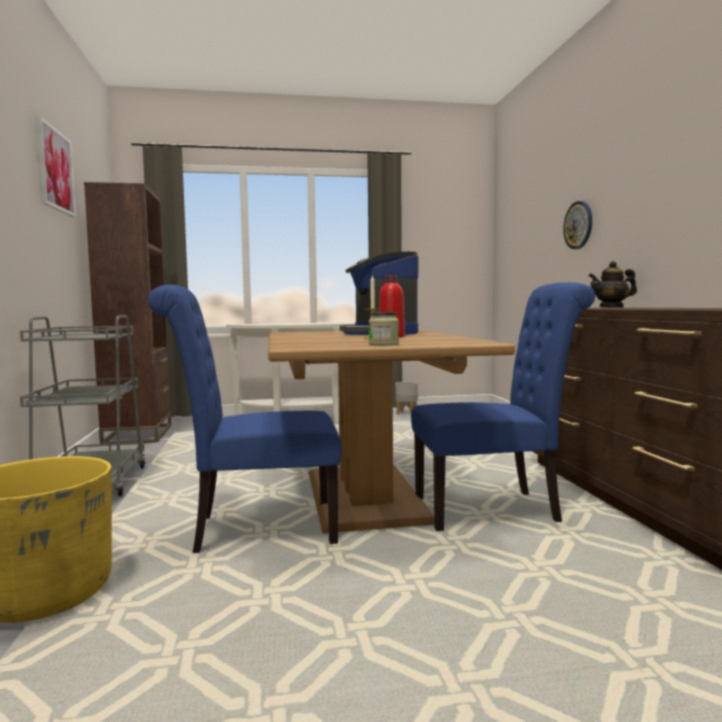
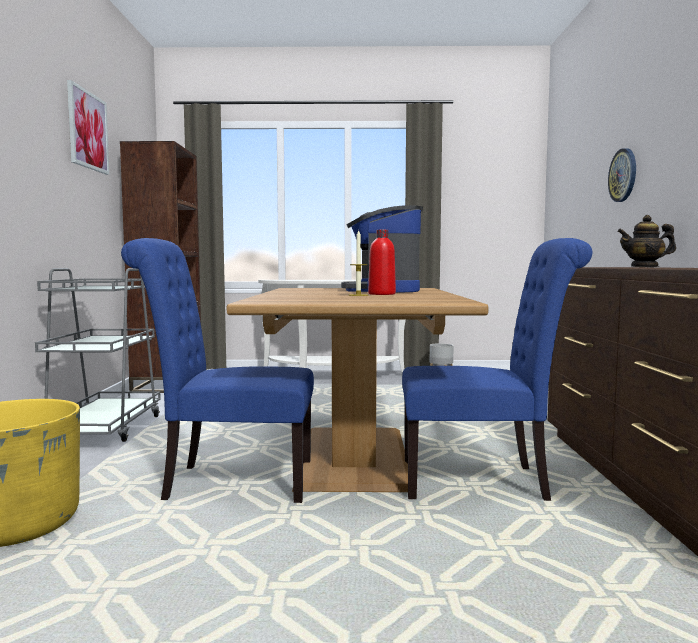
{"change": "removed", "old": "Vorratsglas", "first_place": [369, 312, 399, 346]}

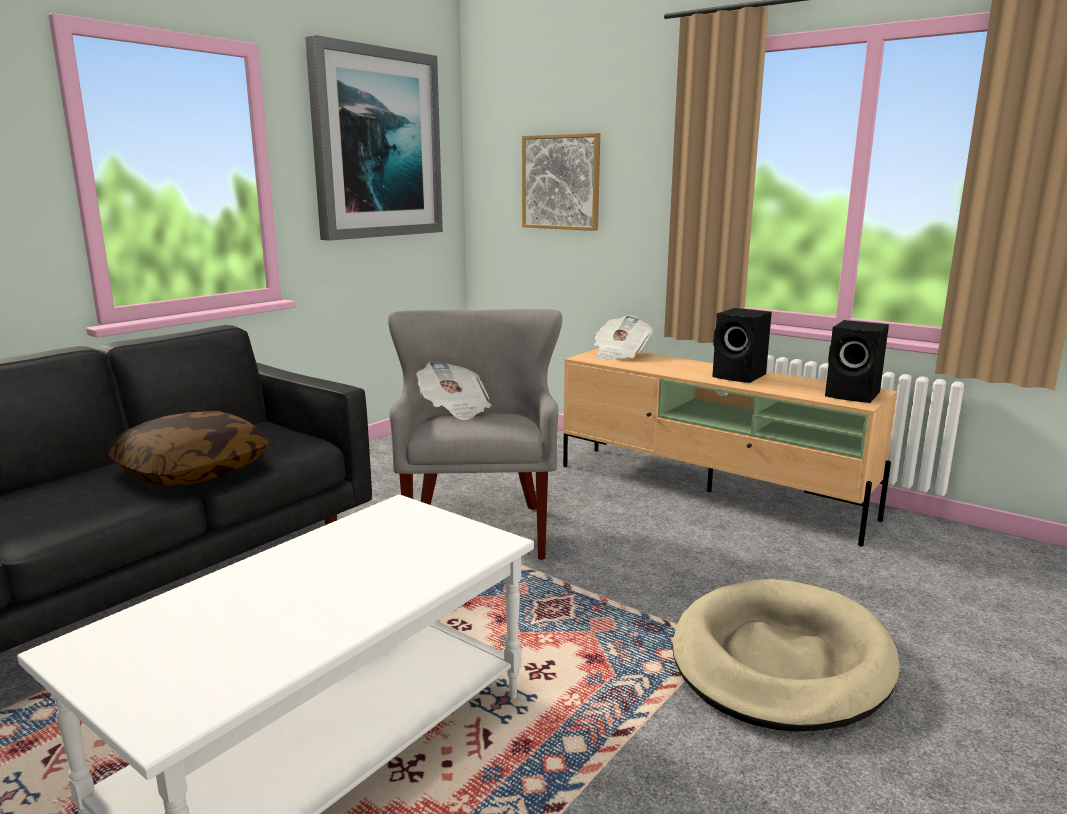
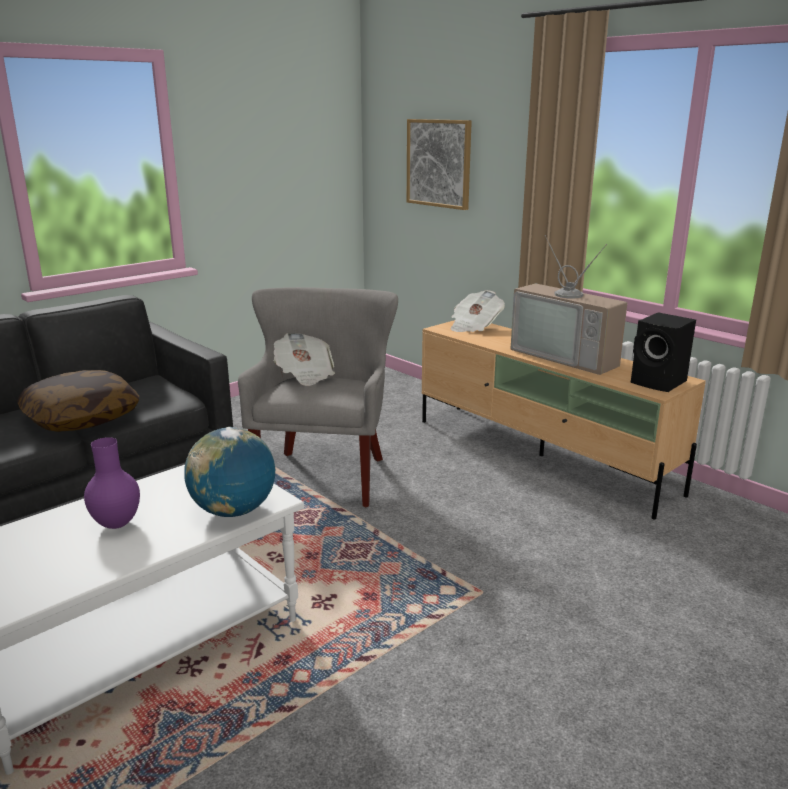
{"change": "removed", "old": "Bild", "first_place": [305, 35, 443, 241]}
{"change": "replaced", "old": "Lautsprecher/schwarz", "new": "Fernseher", "first_place": [712, 308, 772, 383], "second_place": [511, 235, 627, 375]}
{"change": "removed", "old": "Hundebett/beige", "first_place": [673, 579, 899, 732]}
{"change": "added", "new": "Globus", "second_place": [184, 427, 275, 517]}
{"change": "added", "new": "Vase/lila", "second_place": [84, 437, 140, 529]}

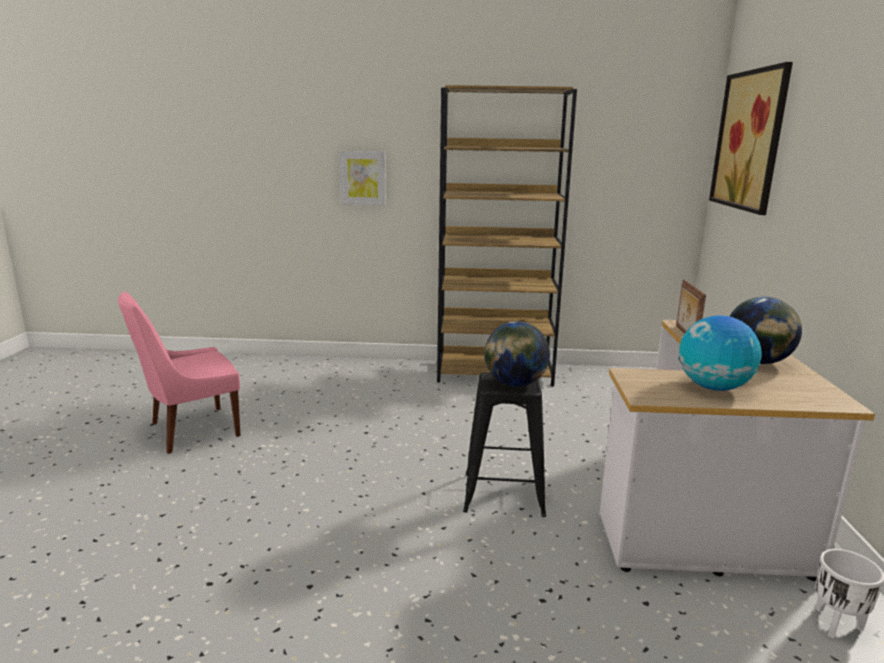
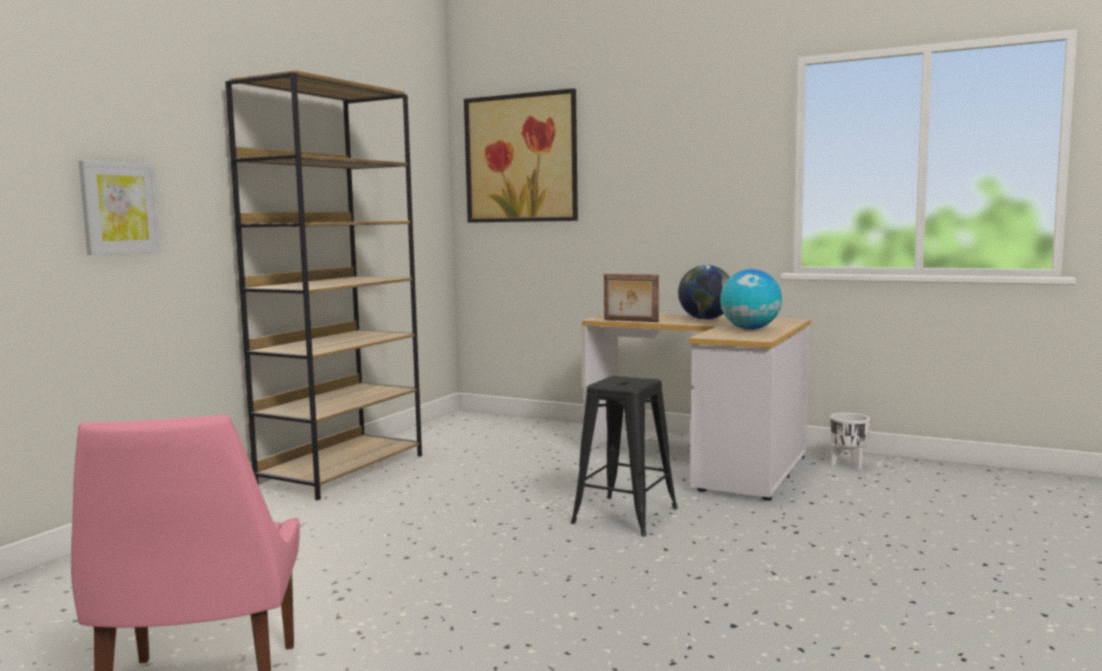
{"change": "removed", "old": "Globus", "first_place": [484, 322, 550, 386]}

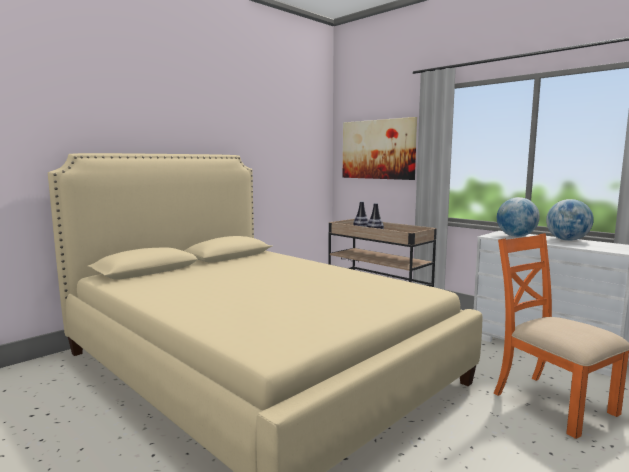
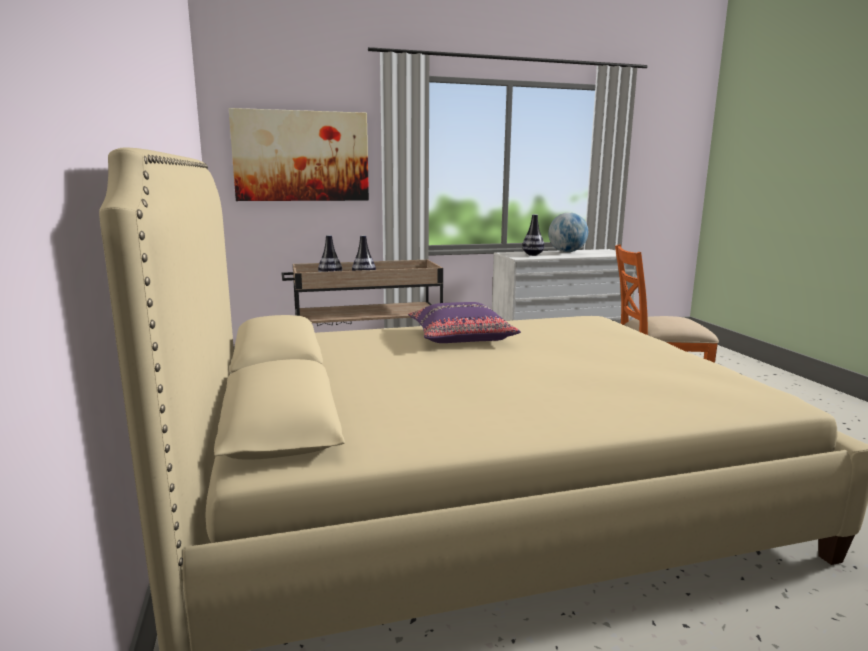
{"change": "replaced", "old": "Globus", "new": "Vase", "first_place": [497, 197, 540, 237], "second_place": [522, 214, 544, 256]}
{"change": "added", "new": "Kissen/lila", "second_place": [408, 302, 521, 343]}

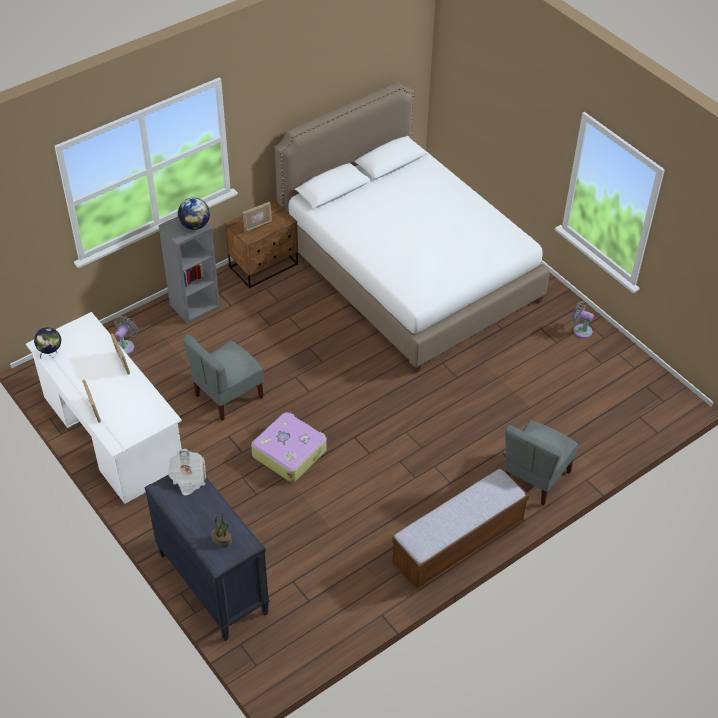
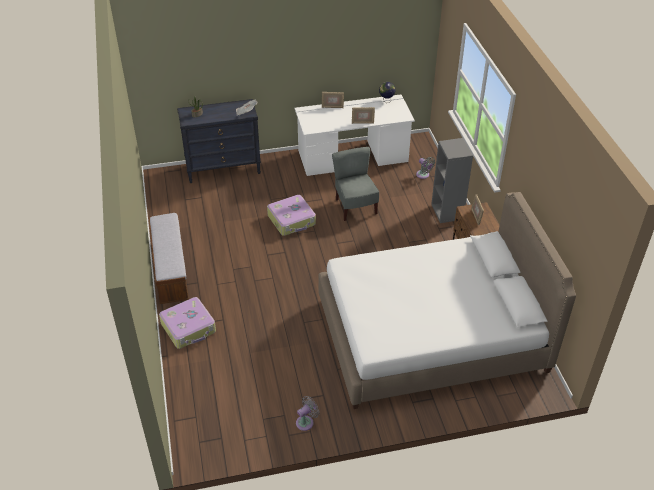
{"change": "removed", "old": "Globus", "first_place": [178, 198, 210, 230]}
{"change": "replaced", "old": "Stuhl/grau", "new": "Koffer", "first_place": [504, 420, 578, 506], "second_place": [159, 297, 216, 349]}

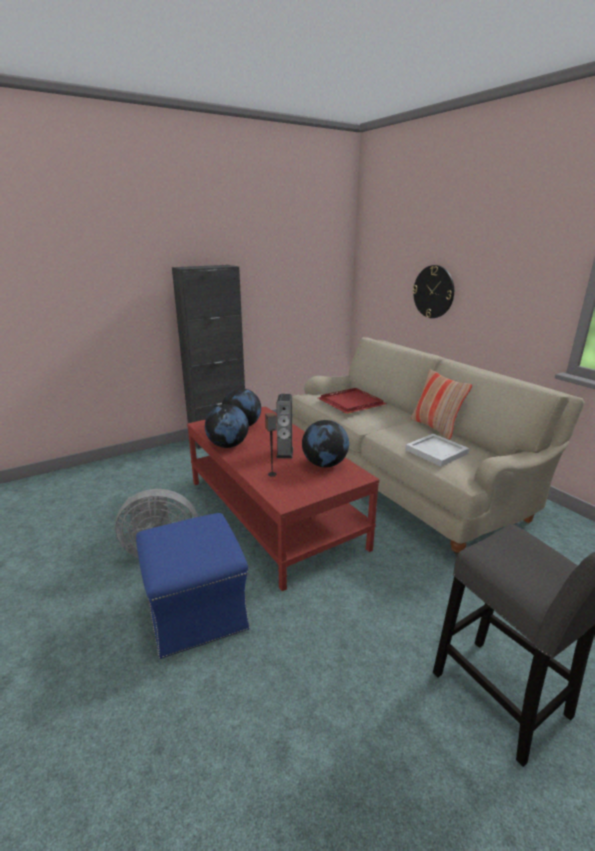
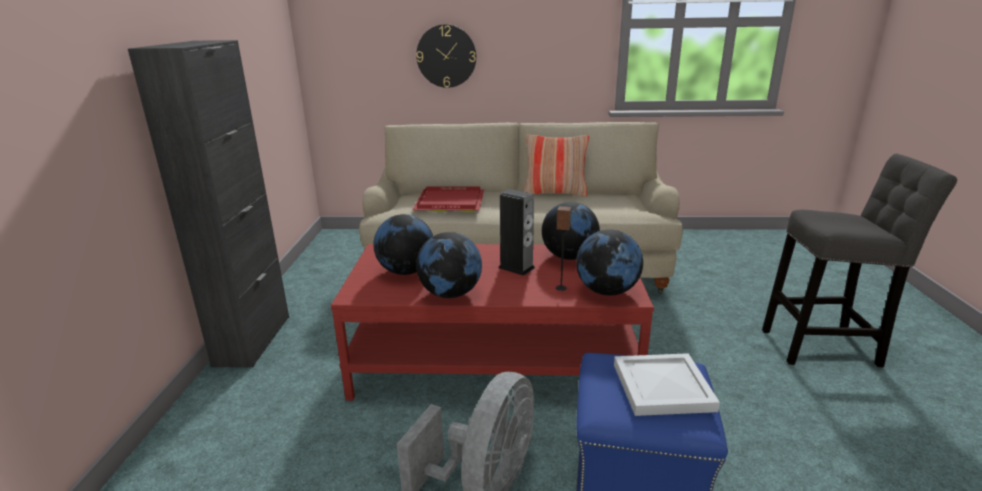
{"change": "moved", "old": "Tablett/weiß", "first_place": [405, 434, 469, 467], "second_place": [614, 353, 720, 416]}
{"change": "added", "new": "Globus", "second_place": [576, 230, 643, 296]}

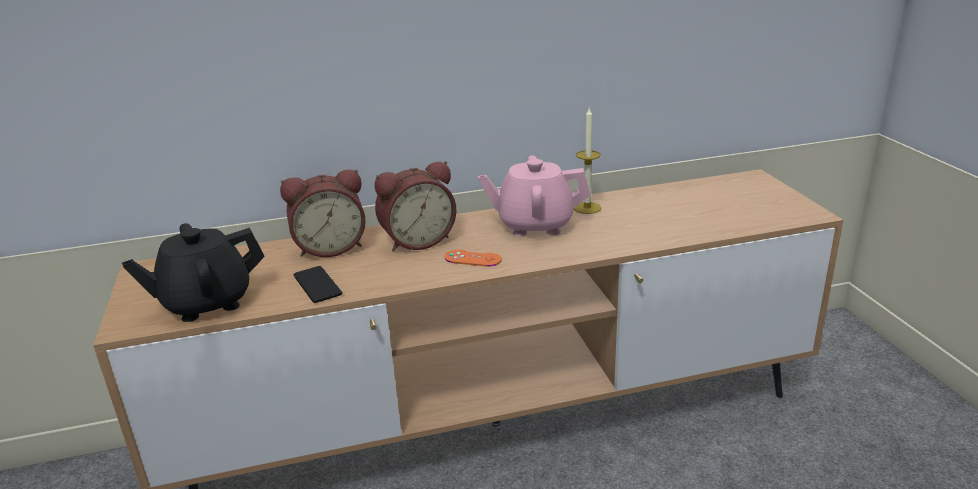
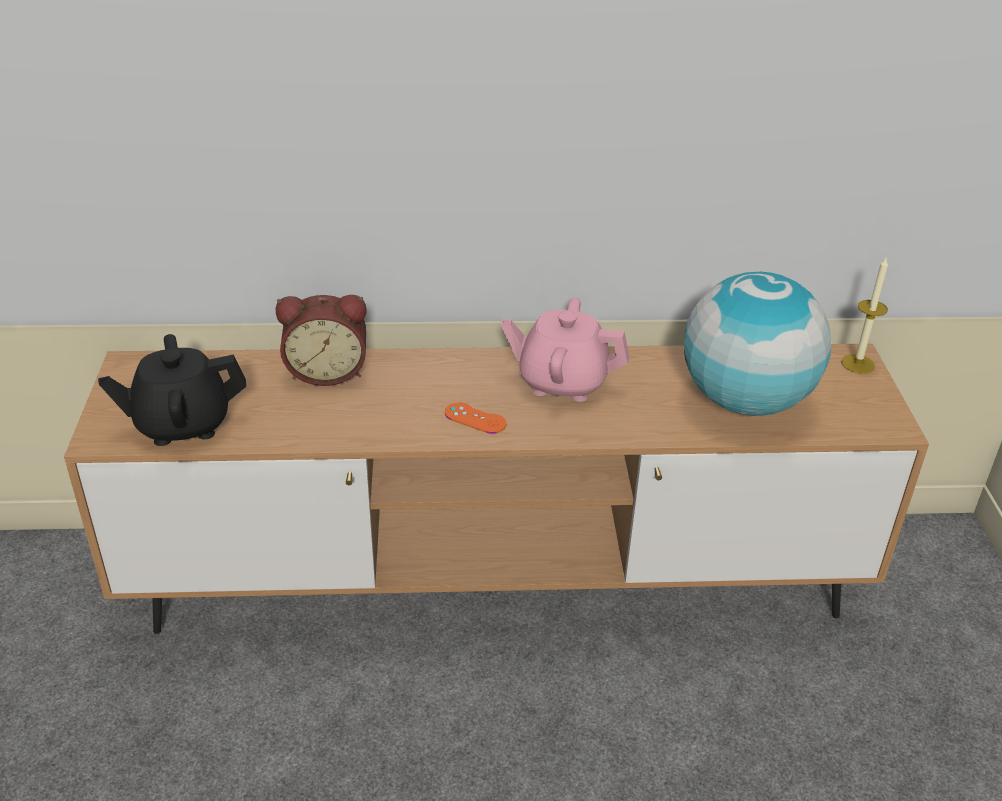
{"change": "moved", "old": "Kerze", "first_place": [574, 108, 601, 214], "second_place": [841, 256, 888, 374]}
{"change": "removed", "old": "Wecker", "first_place": [375, 161, 456, 251]}
{"change": "removed", "old": "Handy", "first_place": [294, 266, 342, 303]}
{"change": "added", "new": "Globus", "second_place": [684, 272, 831, 416]}

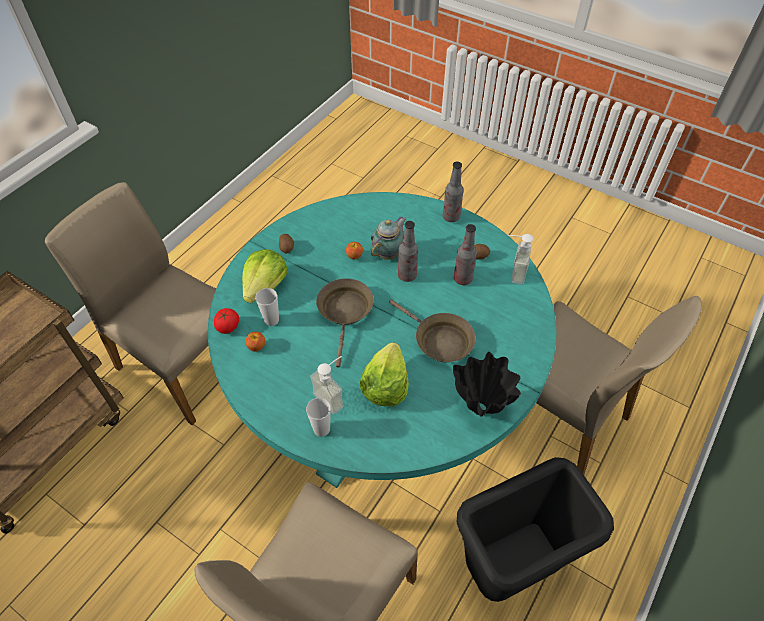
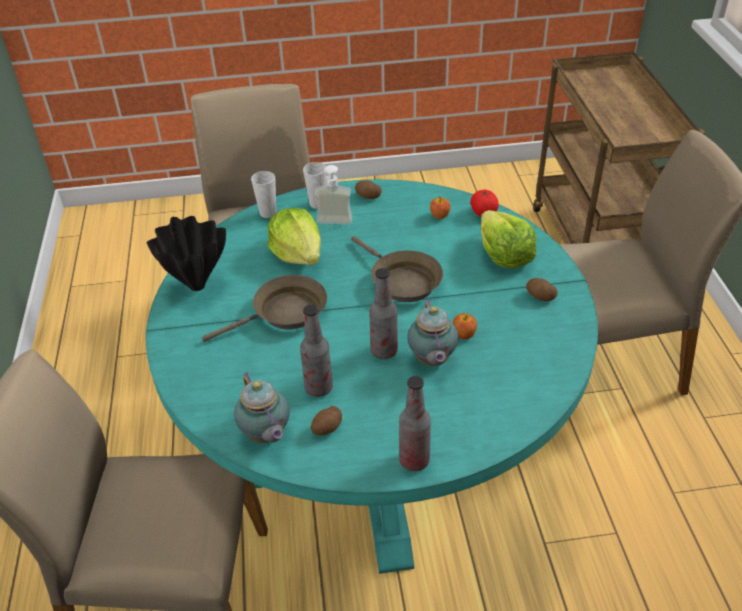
{"change": "replaced", "old": "Seifenspender", "new": "Teekanne", "first_place": [508, 234, 534, 284], "second_place": [234, 372, 290, 443]}
{"change": "moved", "old": "Tasse", "first_place": [255, 288, 279, 326], "second_place": [251, 171, 276, 218]}
{"change": "turned", "old": "Pfanne/braun", "first_place": [389, 299, 476, 362], "second_place": [202, 275, 327, 342], "degrees": 150}
{"change": "removed", "old": "Mülleimer/schwarz", "first_place": [457, 457, 614, 602]}
{"change": "added", "new": "Kartoffel", "second_place": [355, 180, 382, 199]}

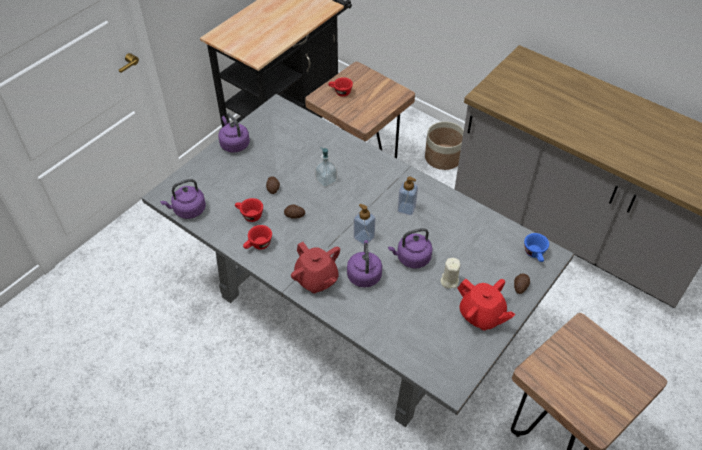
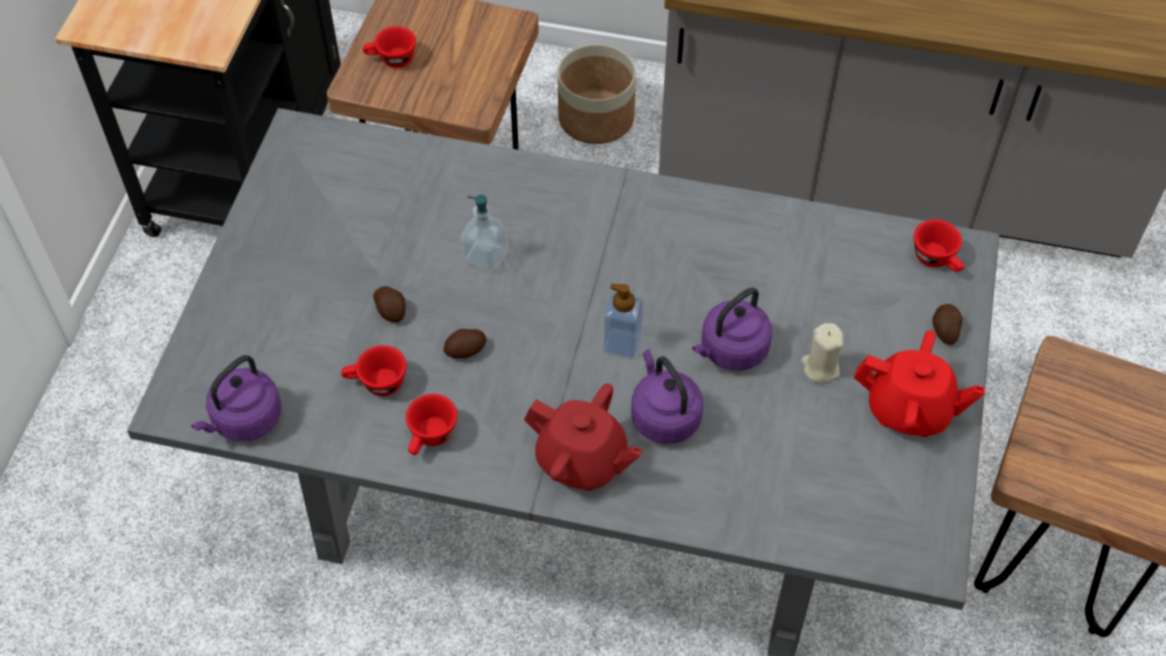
{"change": "removed", "old": "Wasserkessel/lila", "first_place": [218, 113, 250, 153]}
{"change": "removed", "old": "Seifenspender", "first_place": [398, 177, 418, 215]}
{"change": "recoloured", "old": "Tasse/blau", "new": "Tasse/rot", "first_place": [524, 233, 549, 262], "second_place": [914, 220, 964, 272]}

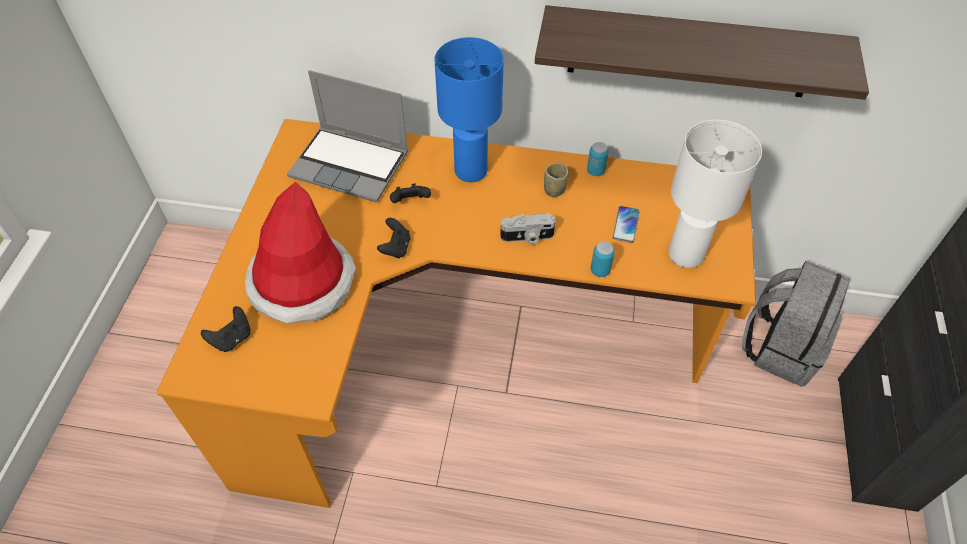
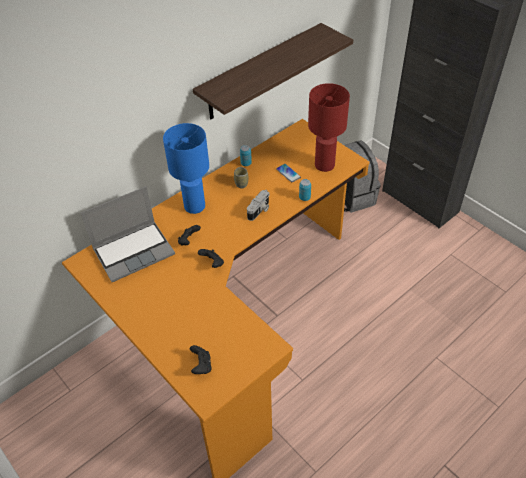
{"change": "recoloured", "old": "Tischlampe/weiß", "new": "Tischlampe/rot", "first_place": [669, 120, 762, 268], "second_place": [308, 83, 350, 172]}
{"change": "removed", "old": "Hut", "first_place": [245, 182, 356, 323]}

